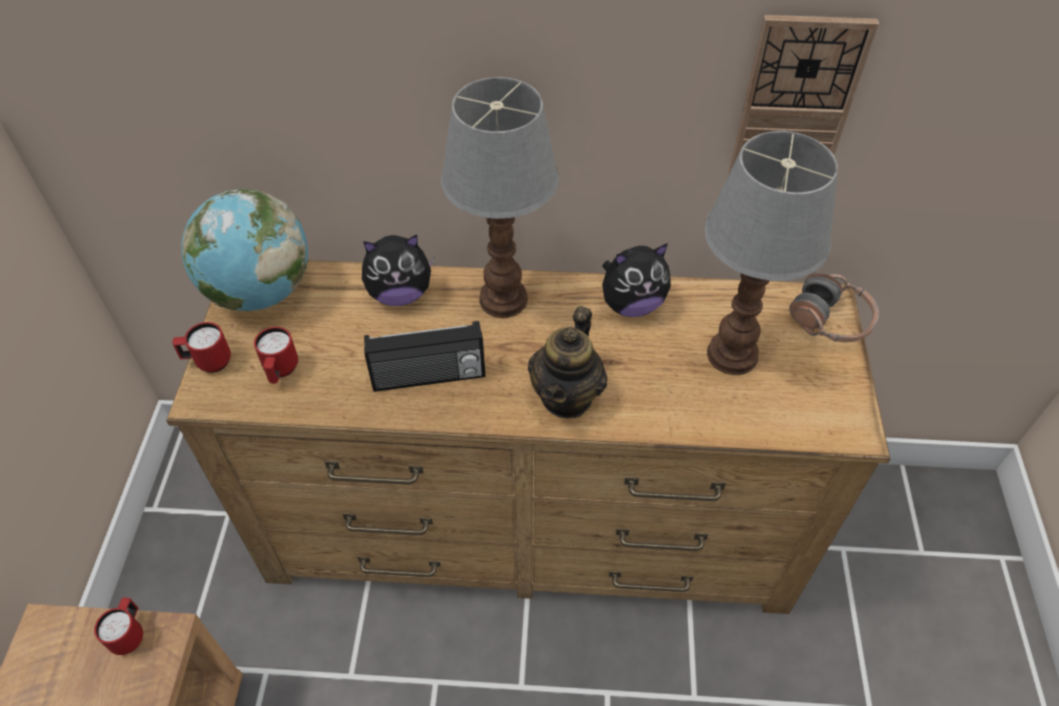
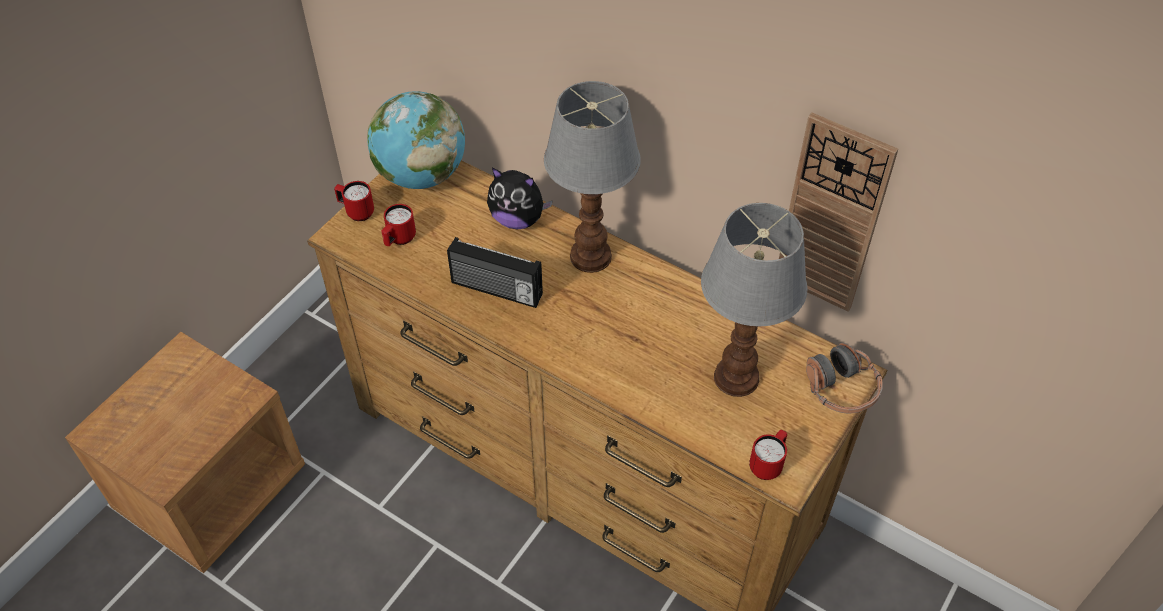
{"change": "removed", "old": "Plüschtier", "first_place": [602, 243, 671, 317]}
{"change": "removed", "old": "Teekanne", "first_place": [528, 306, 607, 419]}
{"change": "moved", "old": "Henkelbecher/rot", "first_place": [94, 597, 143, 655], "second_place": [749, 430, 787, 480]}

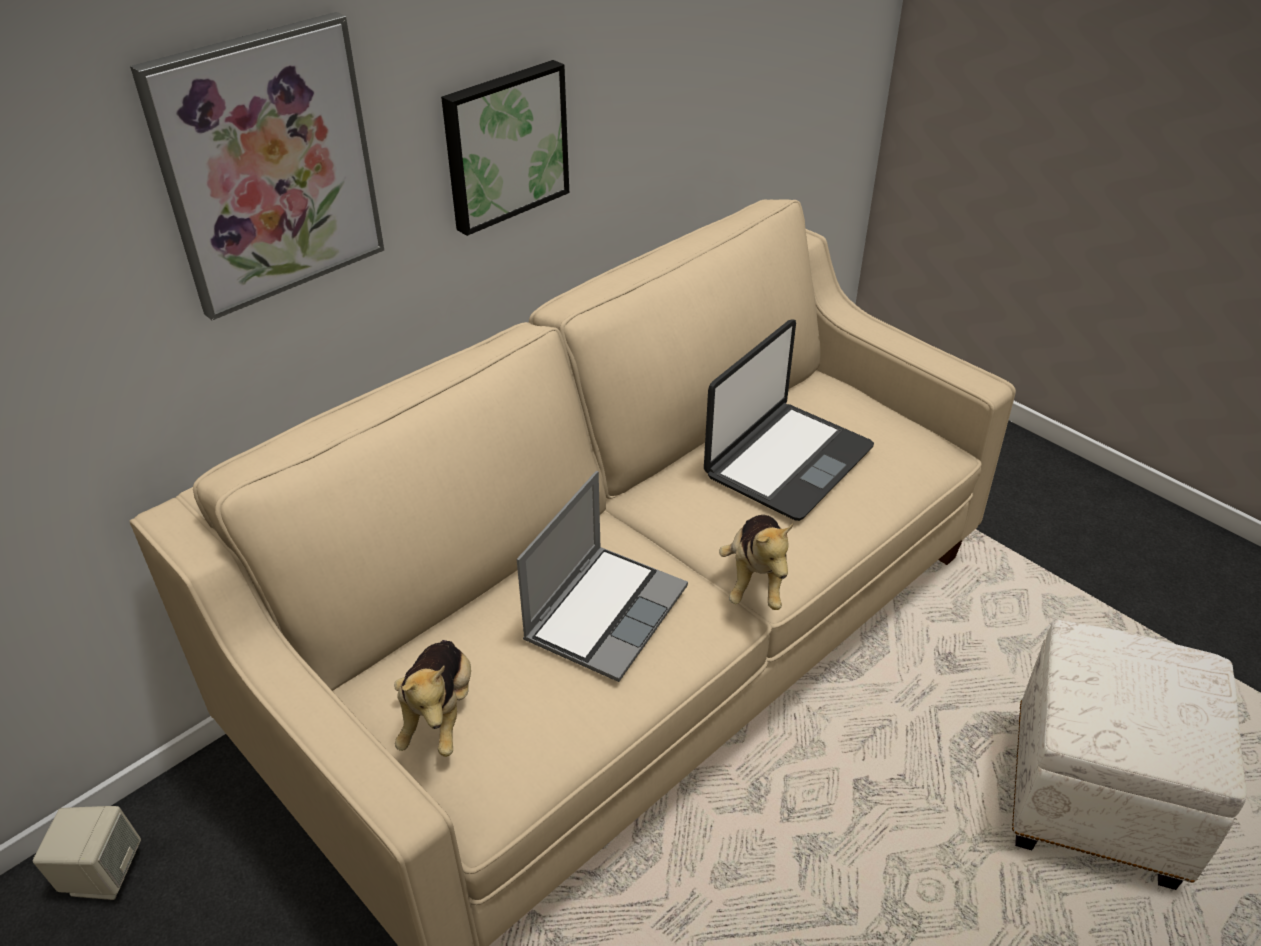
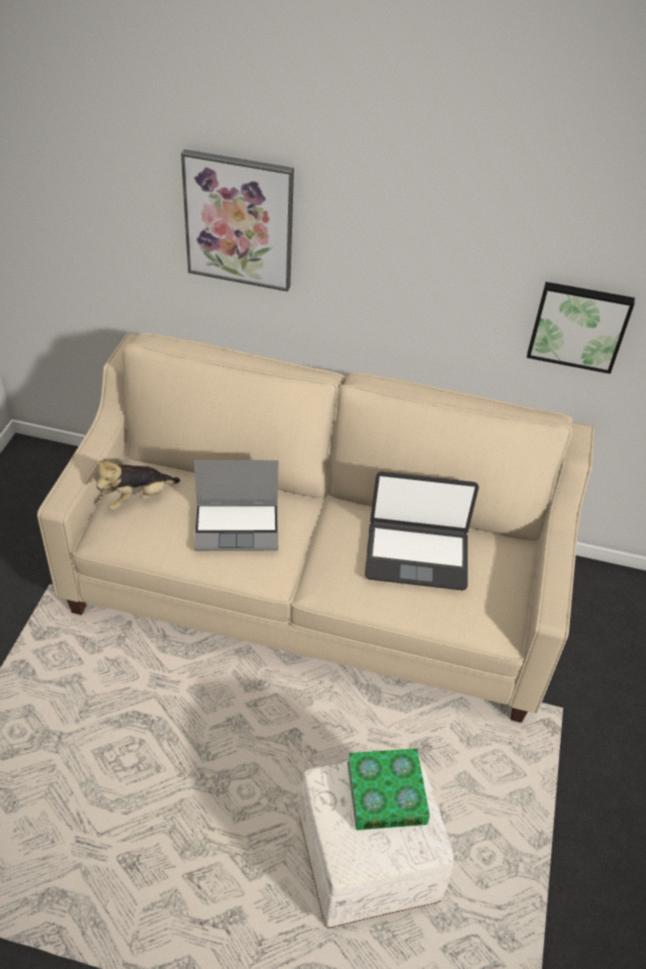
{"change": "moved", "old": "Bild", "first_place": [441, 60, 569, 236], "second_place": [527, 282, 635, 374]}
{"change": "removed", "old": "Plüschtier", "first_place": [719, 515, 793, 610]}
{"change": "removed", "old": "Lautsprecher/beige", "first_place": [33, 806, 141, 900]}
{"change": "added", "new": "Buch", "second_place": [347, 748, 430, 830]}

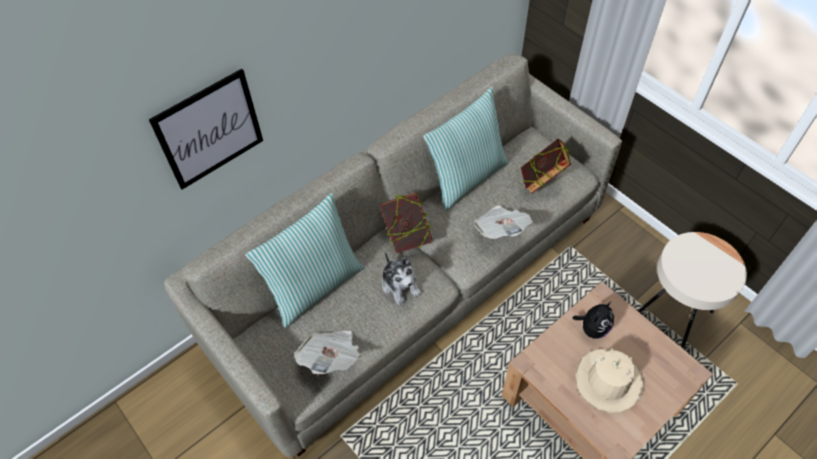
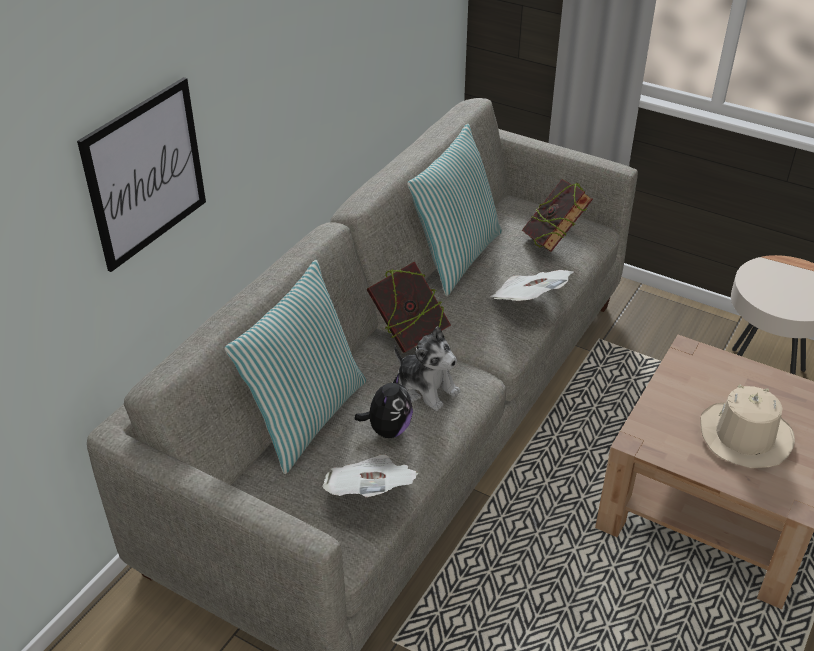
{"change": "moved", "old": "Plüschtier", "first_place": [572, 302, 614, 339], "second_place": [354, 372, 413, 438]}

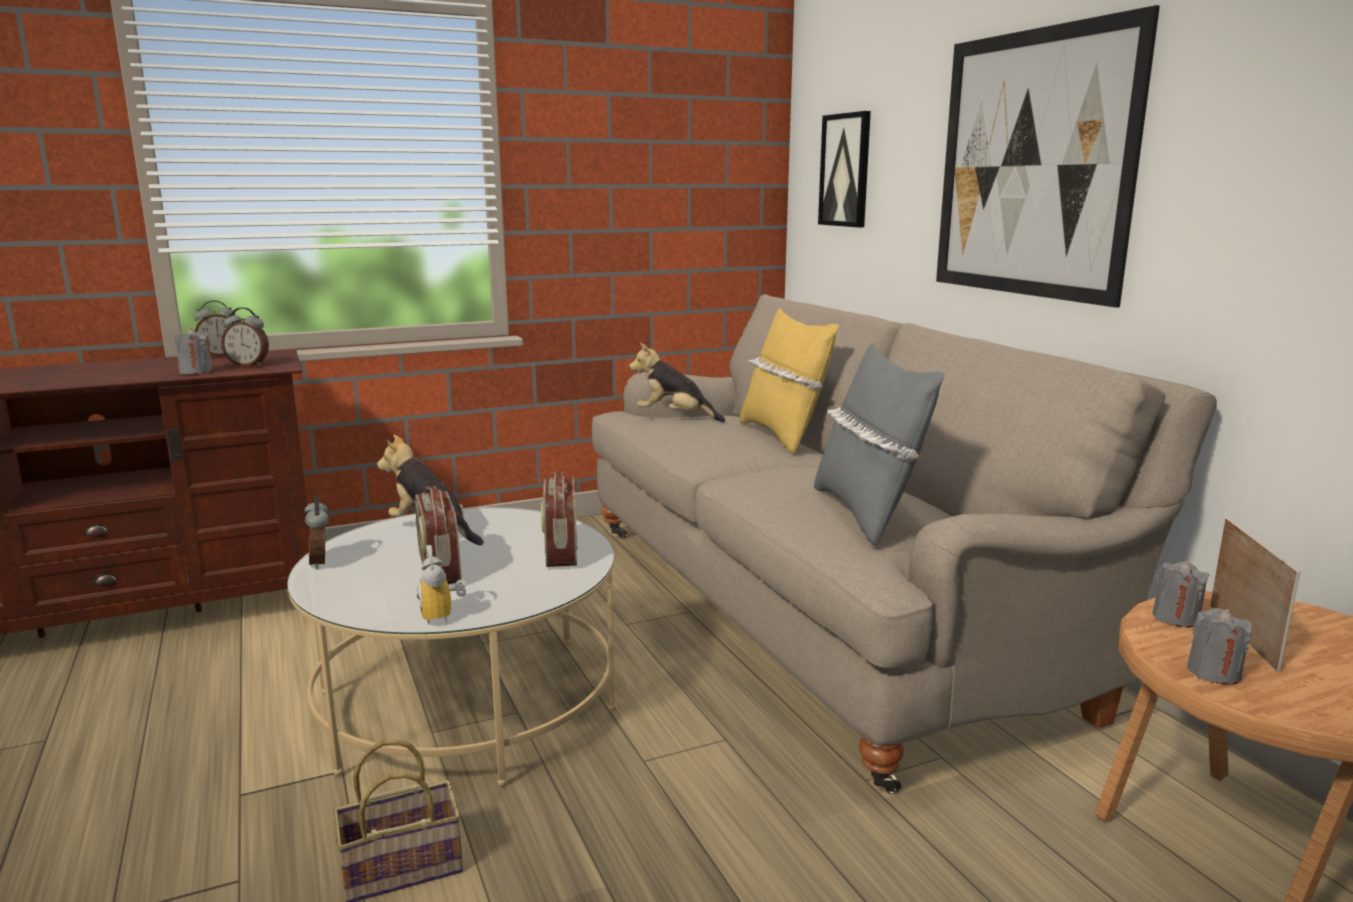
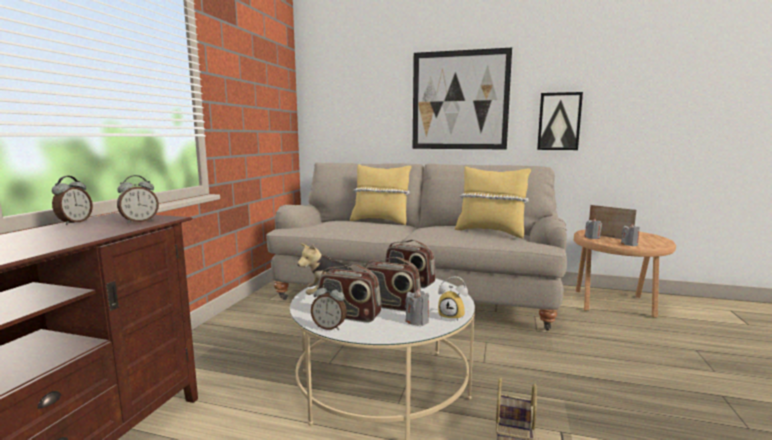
{"change": "moved", "old": "Bild", "first_place": [818, 111, 871, 227], "second_place": [537, 92, 583, 150]}
{"change": "moved", "old": "Kerze/grau", "first_place": [174, 328, 213, 374], "second_place": [405, 289, 429, 325]}
{"change": "removed", "old": "Plüschtier", "first_place": [629, 343, 726, 422]}
{"change": "recoloured", "old": "Kissen/grau", "new": "Kissen/gelb", "first_place": [814, 343, 945, 546], "second_place": [455, 166, 531, 238]}
{"change": "added", "new": "Radio", "second_place": [317, 264, 381, 322]}

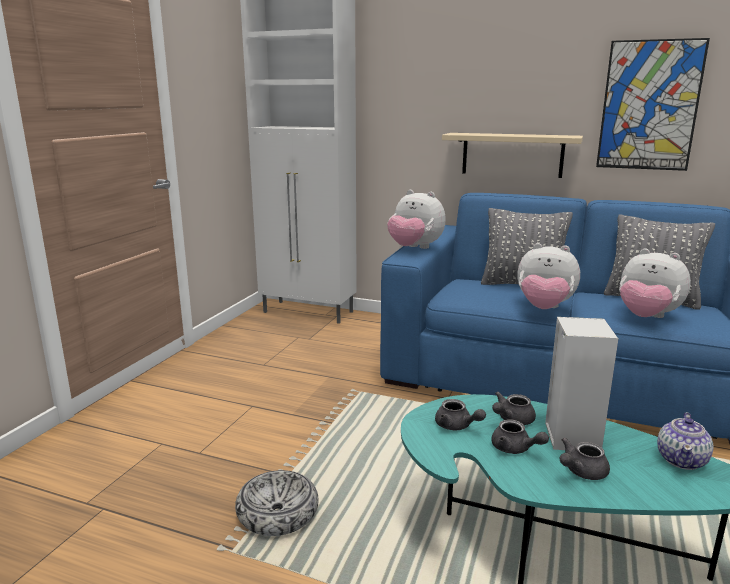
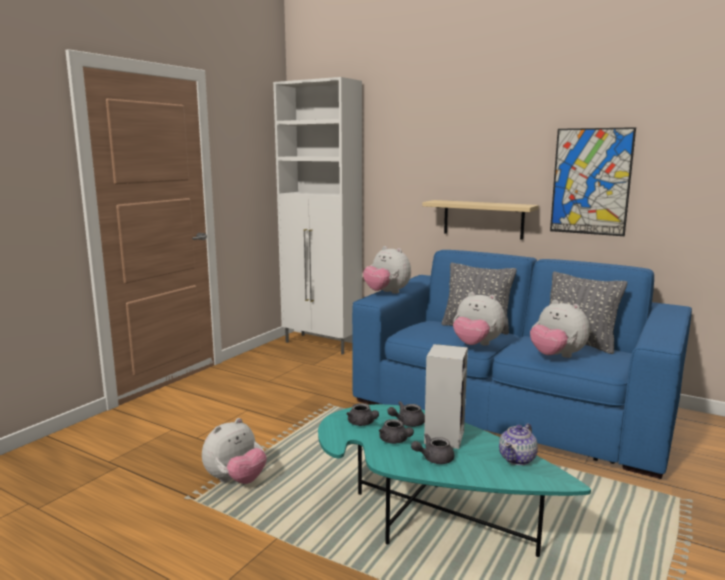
{"change": "replaced", "old": "Schüssel", "new": "Plüschtier", "first_place": [235, 470, 319, 536], "second_place": [202, 418, 267, 484]}

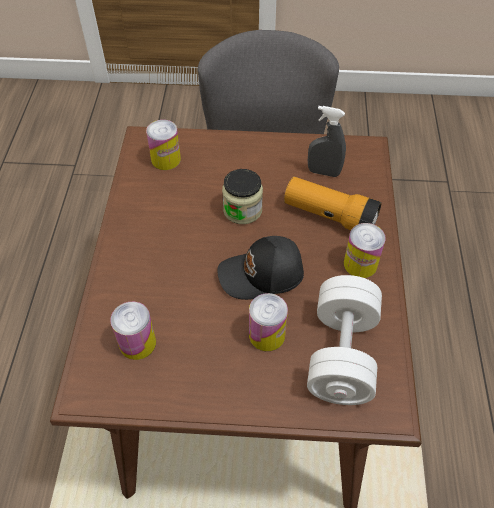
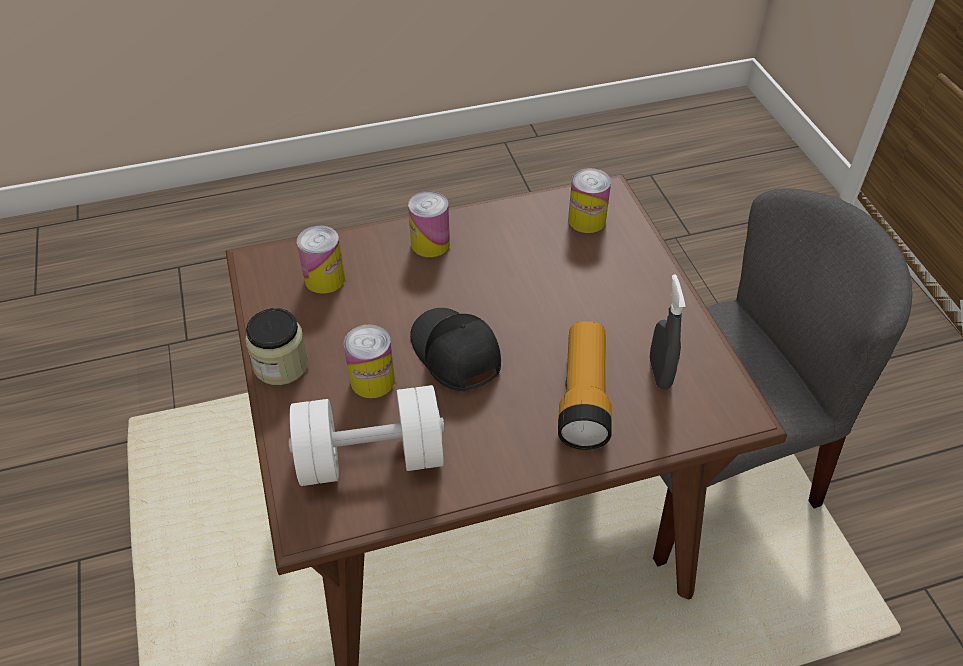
{"change": "moved", "old": "Vorratsglas", "first_place": [222, 169, 263, 224], "second_place": [245, 308, 309, 385]}
{"change": "moved", "old": "Dose", "first_place": [344, 223, 386, 278], "second_place": [408, 191, 450, 257]}

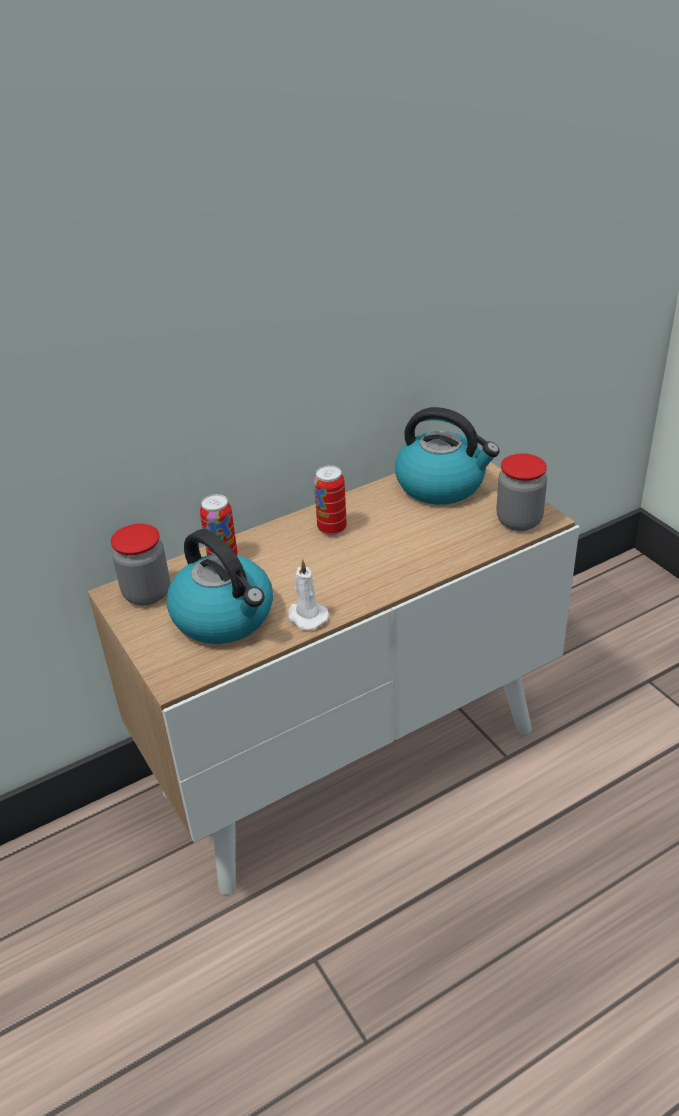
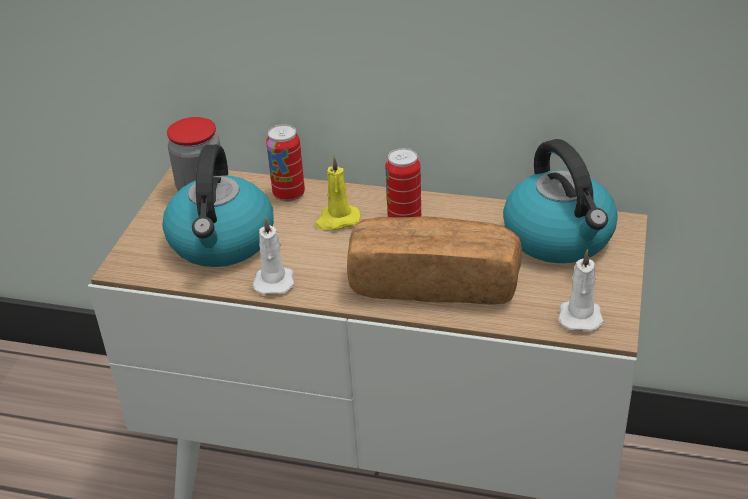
{"change": "replaced", "old": "Vorratsglas", "new": "Kerze/weiß", "first_place": [497, 453, 547, 531], "second_place": [558, 249, 603, 331]}
{"change": "added", "new": "Kerze/gelb", "second_place": [315, 156, 361, 230]}
{"change": "added", "new": "Brot", "second_place": [347, 217, 522, 305]}

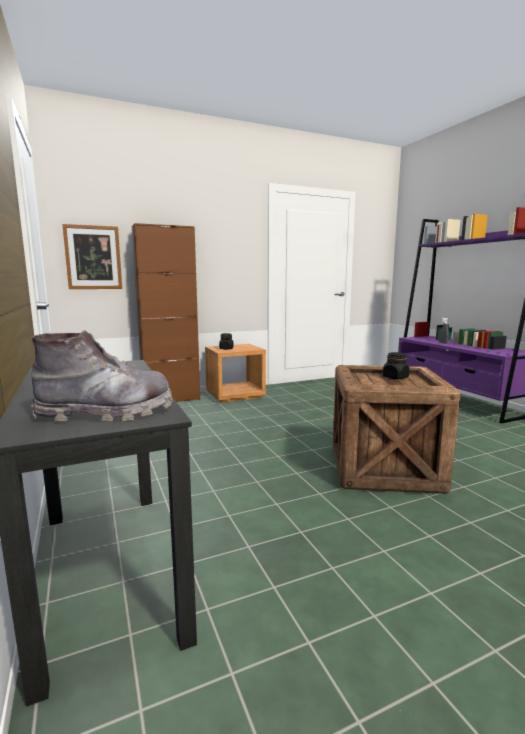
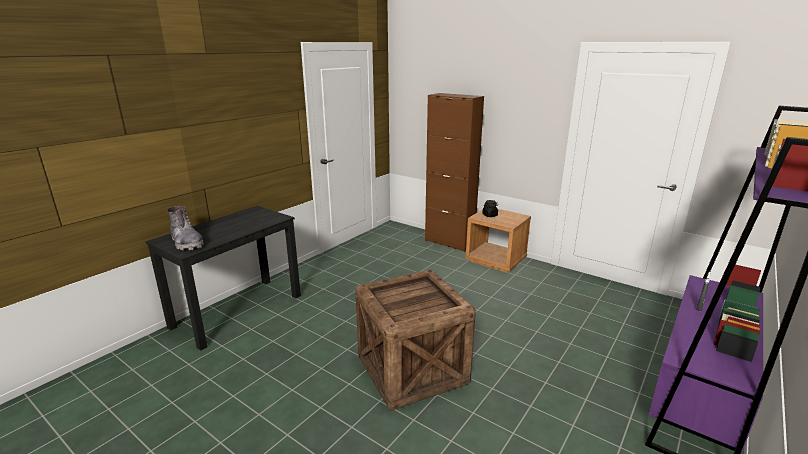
{"change": "removed", "old": "Bild", "first_place": [62, 224, 122, 289]}
{"change": "removed", "old": "Vorratsglas/schwarz", "first_place": [382, 352, 410, 379]}

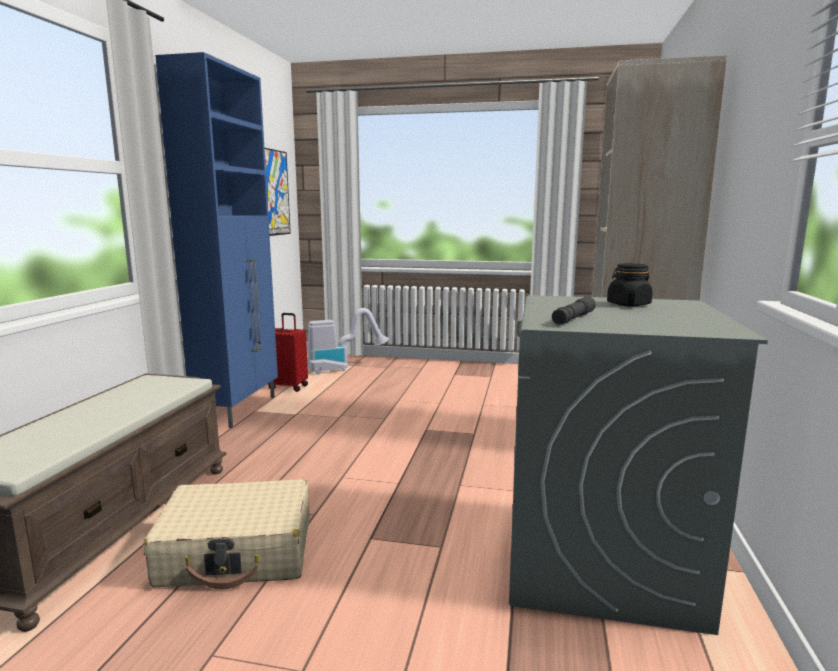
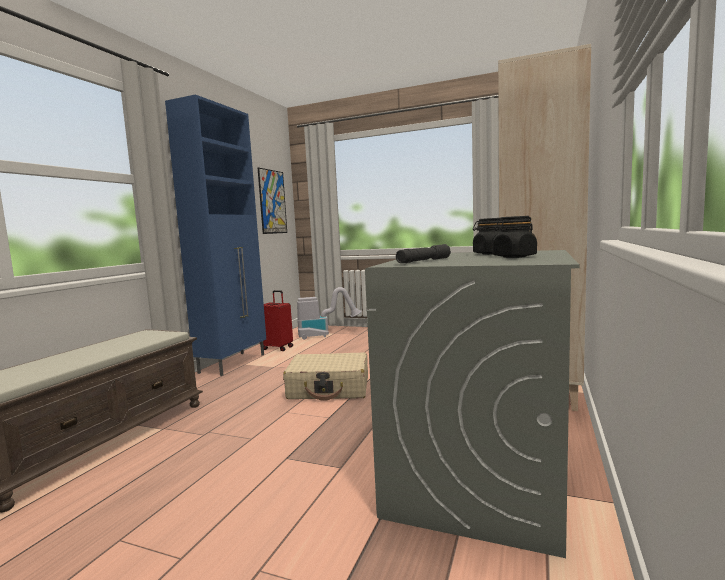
{"change": "moved", "old": "Koffer/beige", "first_place": [143, 479, 309, 589], "second_place": [283, 353, 368, 401]}
{"change": "added", "new": "Vorratsglas/schwarz", "second_place": [493, 216, 537, 258]}

